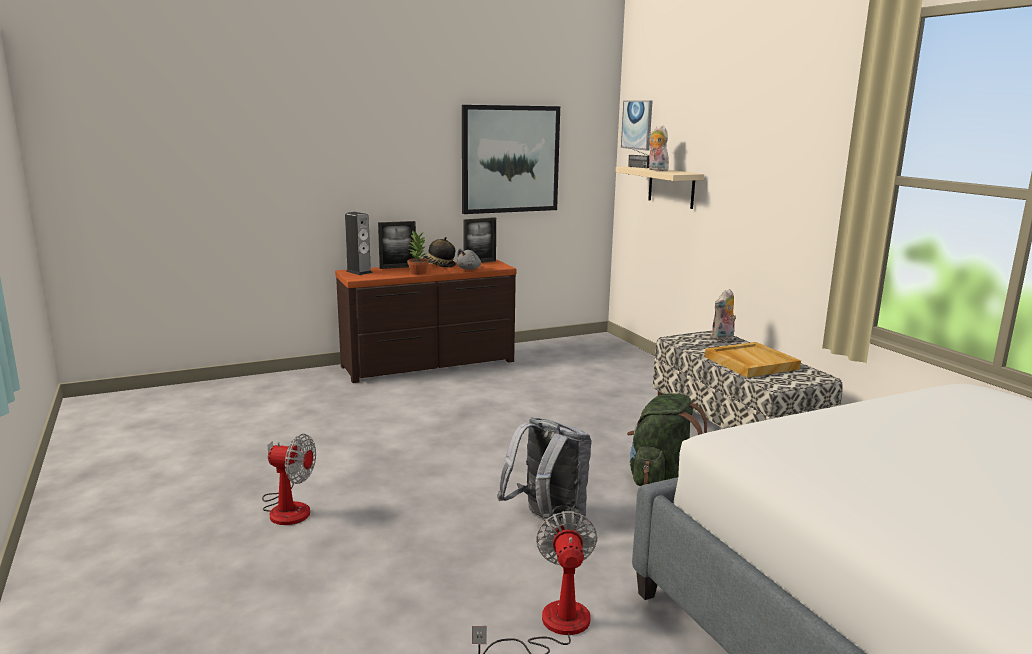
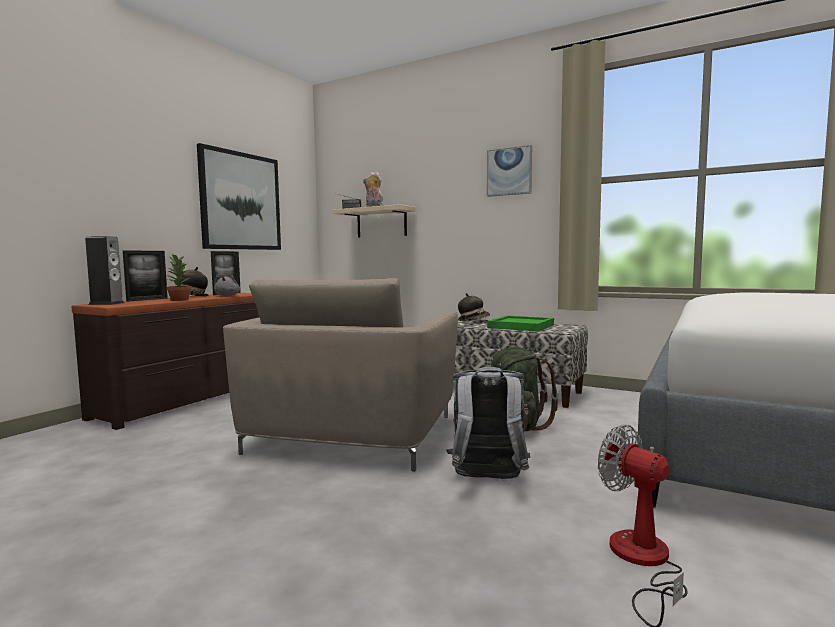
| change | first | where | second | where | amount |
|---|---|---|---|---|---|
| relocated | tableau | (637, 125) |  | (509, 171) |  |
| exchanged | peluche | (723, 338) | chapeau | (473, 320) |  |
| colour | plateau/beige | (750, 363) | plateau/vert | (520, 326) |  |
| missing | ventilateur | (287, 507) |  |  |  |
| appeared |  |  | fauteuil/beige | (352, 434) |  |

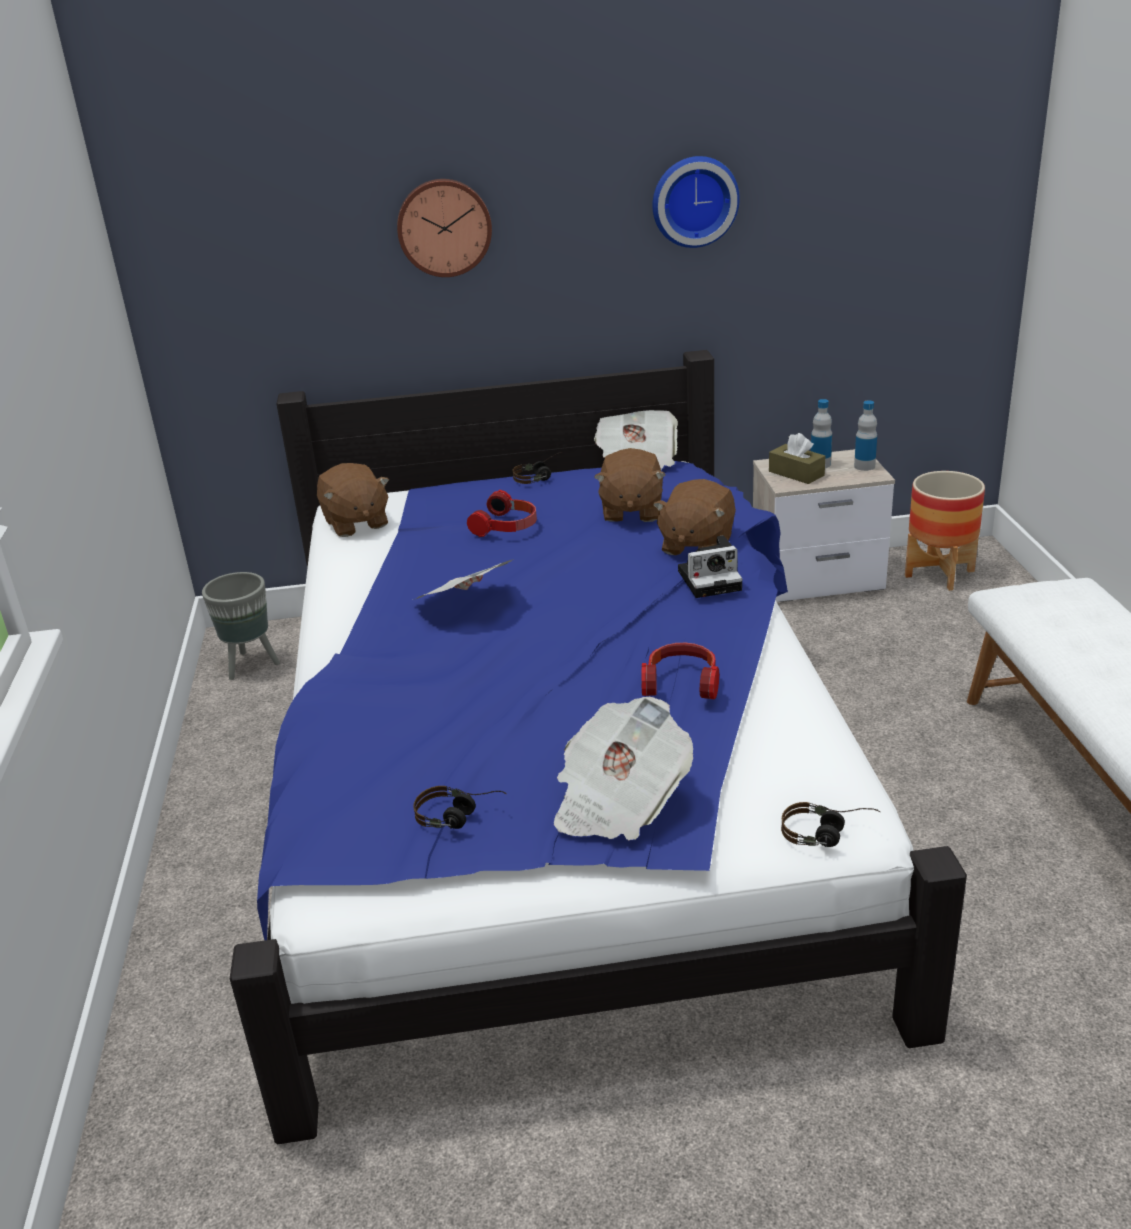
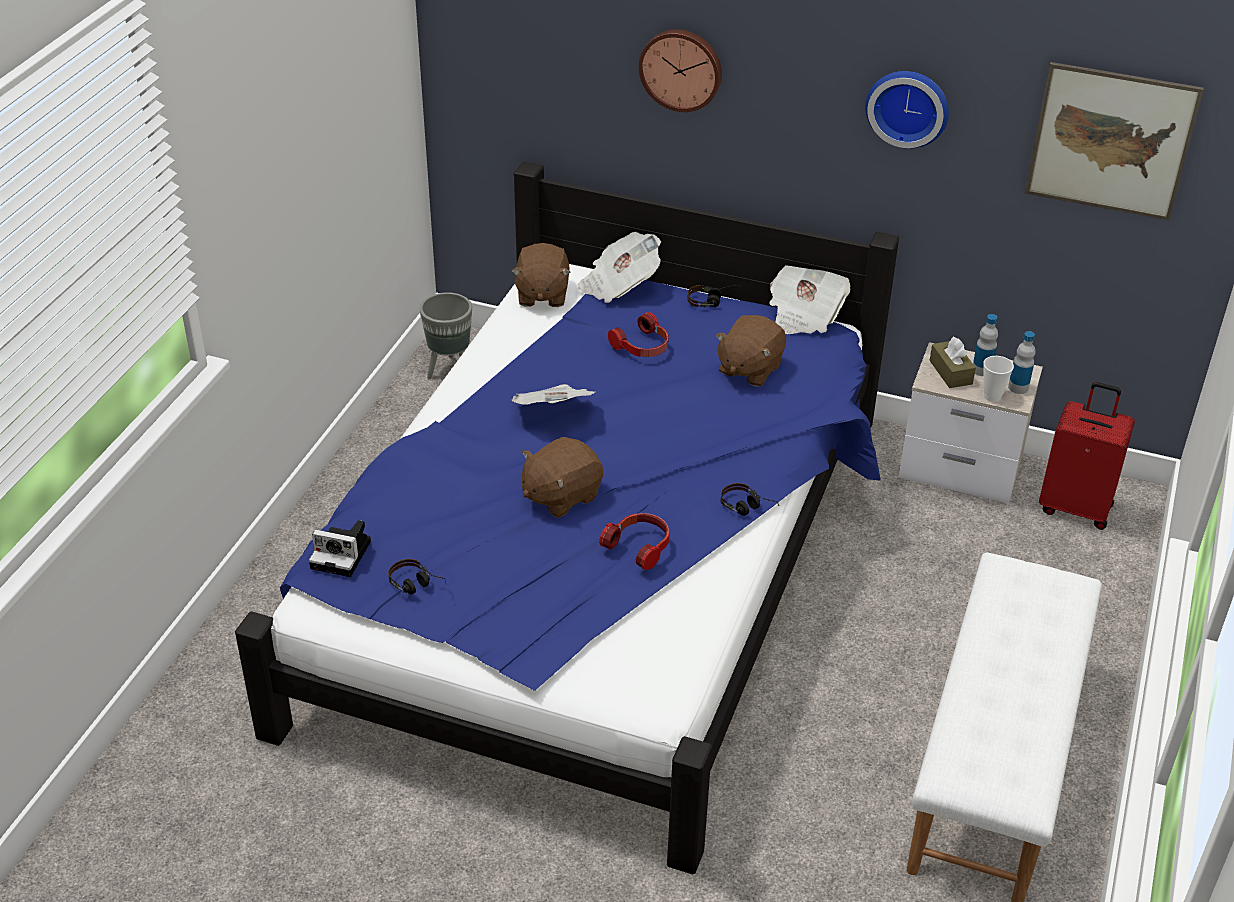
| change | first | where | second | where | amount |
|---|---|---|---|---|---|
| exchanged | cache-pot | (939, 573) | valise/rouge | (1076, 507) |  |
| relocated | peluche/marron | (696, 545) |  | (561, 495) |  |
| relocated | appareil photo | (711, 579) |  | (343, 554) |  |
| relocated | journal | (618, 801) |  | (619, 285) |  |
| relocated | casque audio | (828, 834) |  | (748, 508) |  |
| appeared |  |  | tableau | (1111, 141) |  |
| appeared |  |  | tasse | (992, 396) |  |

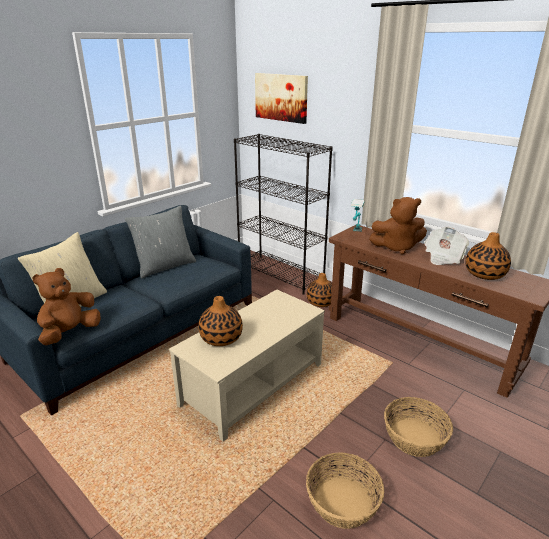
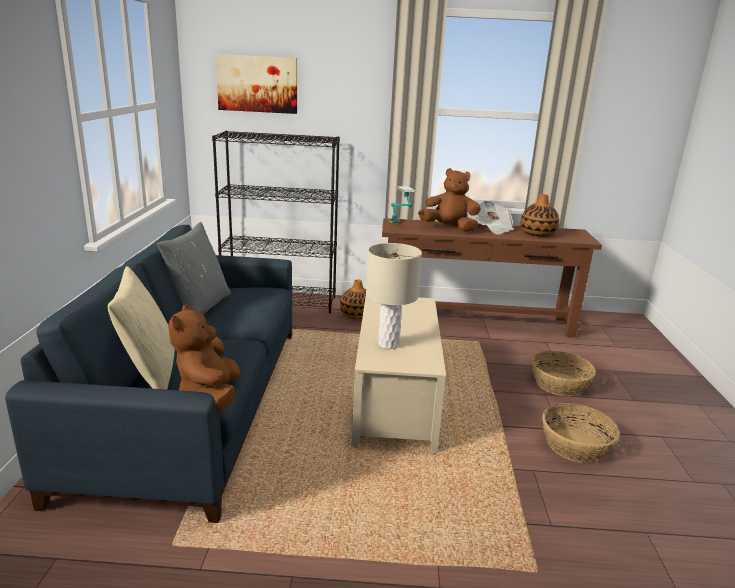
| change | first | where | second | where | amount |
|---|---|---|---|---|---|
| spun | peluche/marron | (397, 247) |  | (449, 228) | 120 degrees counterclockwise |
| exchanged | vase | (221, 338) | lampe de table/beige | (388, 344) |  |

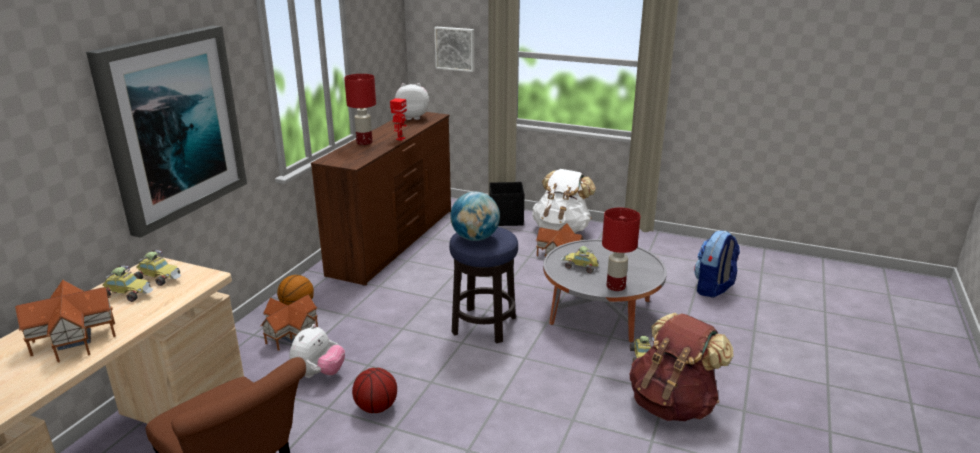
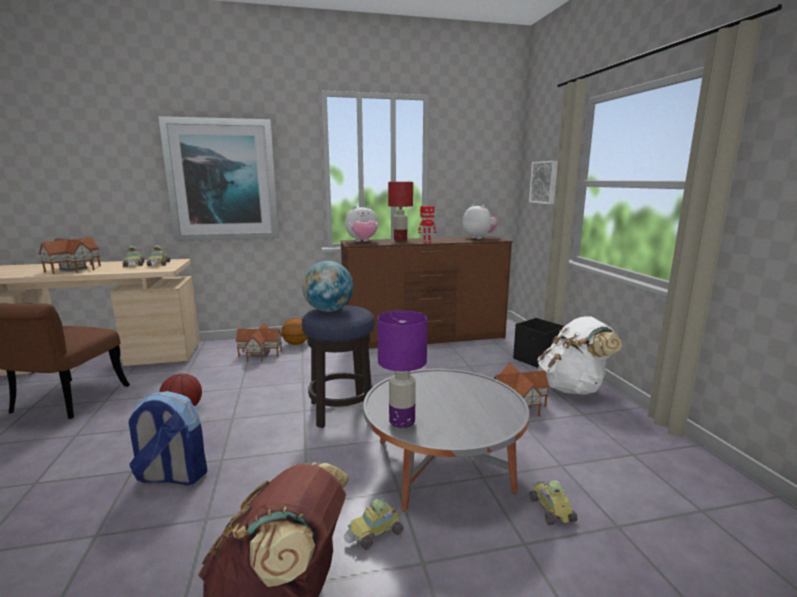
| change | first | where | second | where | amount |
|---|---|---|---|---|---|
| colour | lampe de table/rouge | (616, 286) | lampe de table/violet | (402, 421) |  |
| relocated | sac à dos | (713, 288) |  | (171, 476) |  |
| relocated | petite voiture | (580, 266) |  | (550, 509) |  |
| relocated | peluche | (318, 374) |  | (362, 242) |  |

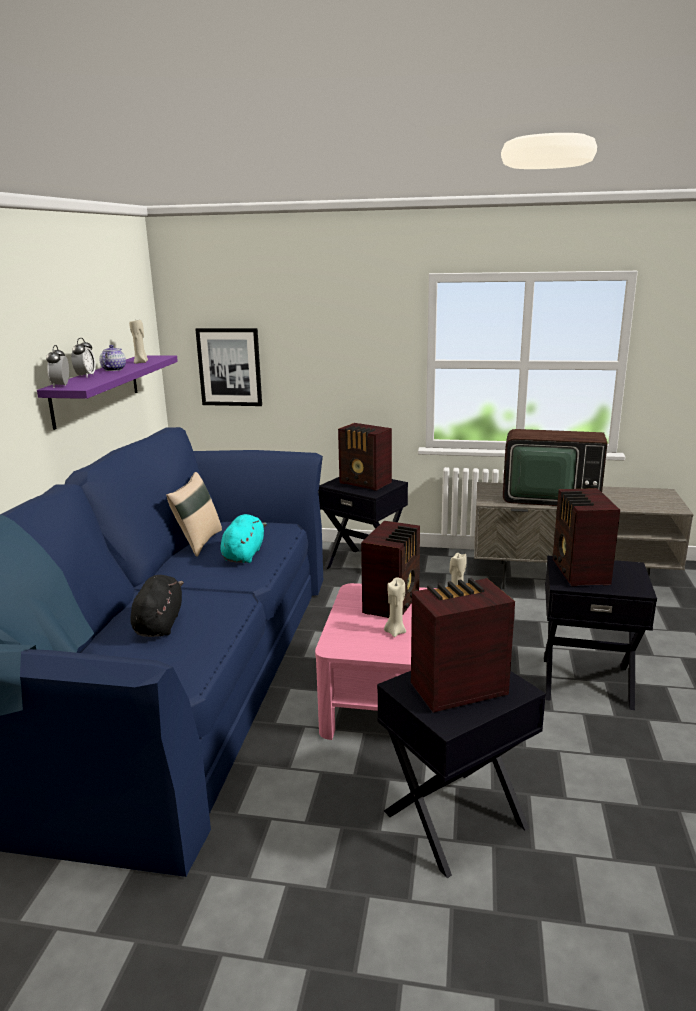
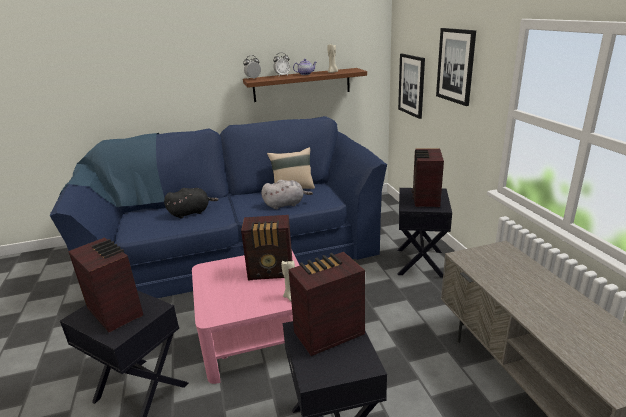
| change | first | where | second | where | amount |
|---|---|---|---|---|---|
| colour | étagère/violet | (96, 389) | étagère/marron | (302, 85) |  |
| missing | téléviseur | (549, 497) |  |  |  |
| colour | peluche/turquoise | (244, 554) | peluche/gris | (285, 204) |  |
| missing | bougie/beige | (395, 632) |  |  |  |
| appeared |  |  | tableau | (455, 66) |  |

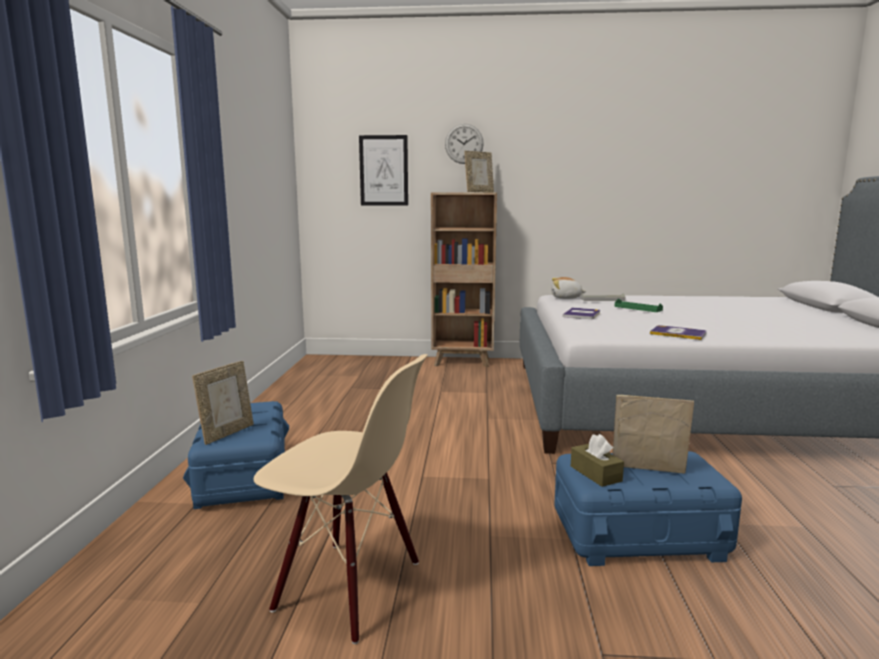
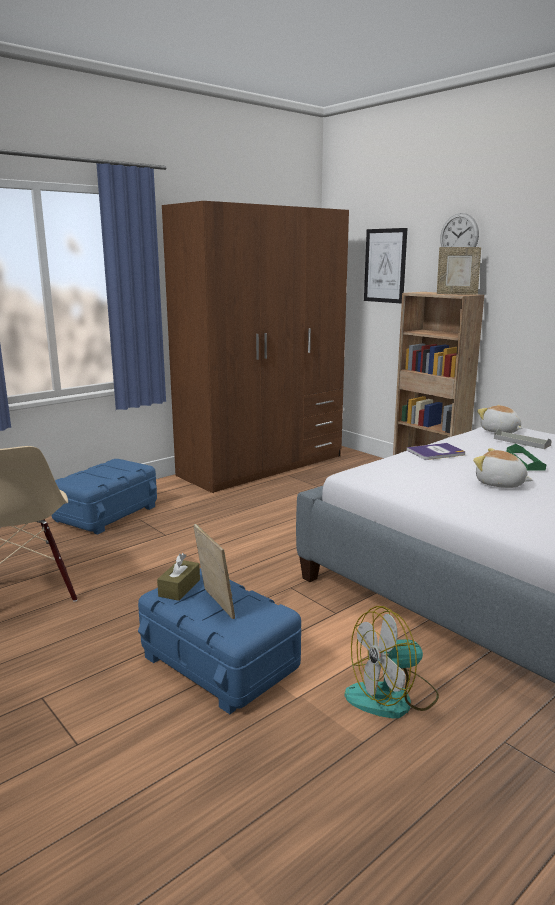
| change | first | where | second | where | amount |
|---|---|---|---|---|---|
| missing | livre | (678, 333) |  |  |  |
| missing | cadre photo | (227, 433) |  |  |  |
| appeared |  |  | armoire/marron | (262, 465) |  |
| appeared |  |  | peluche | (500, 484) |  |
| appeared |  |  | ventilateur | (392, 697) |  |

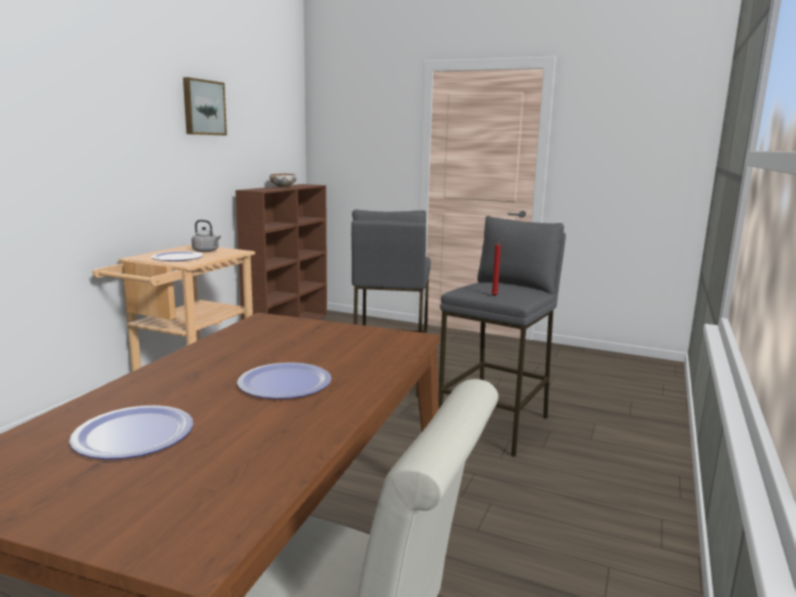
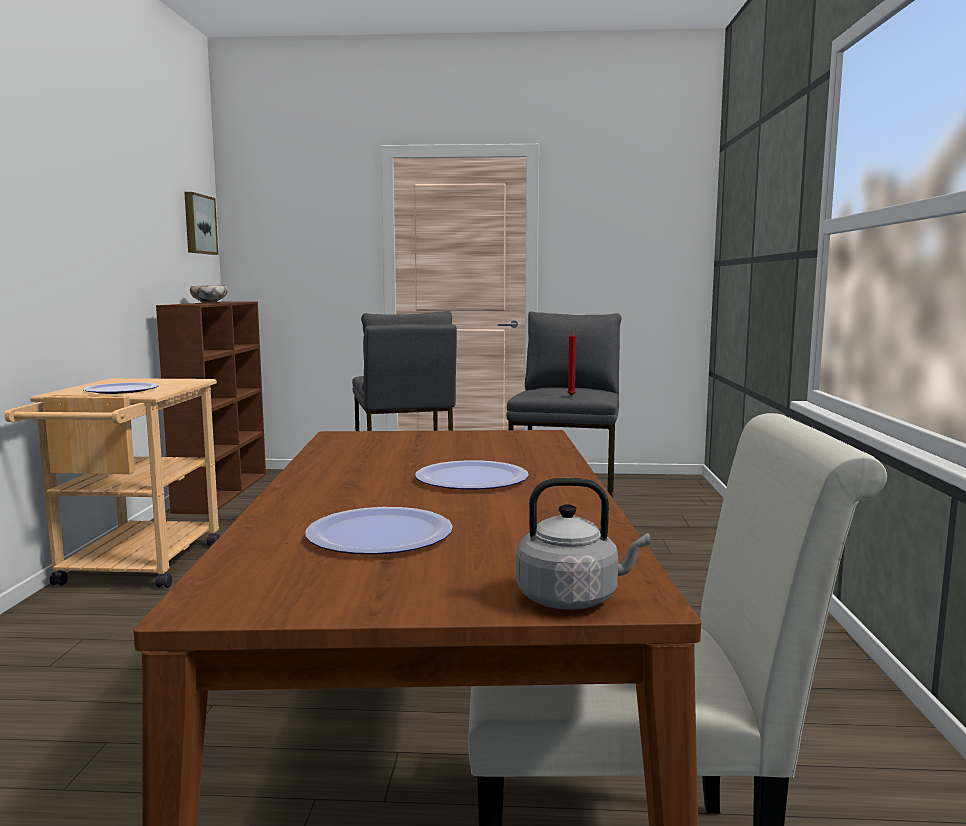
| change | first | where | second | where | amount |
|---|---|---|---|---|---|
| relocated | tableau | (203, 107) |  | (198, 224) |  |
| relocated | bouilloire/gris | (206, 251) |  | (573, 598) |  |

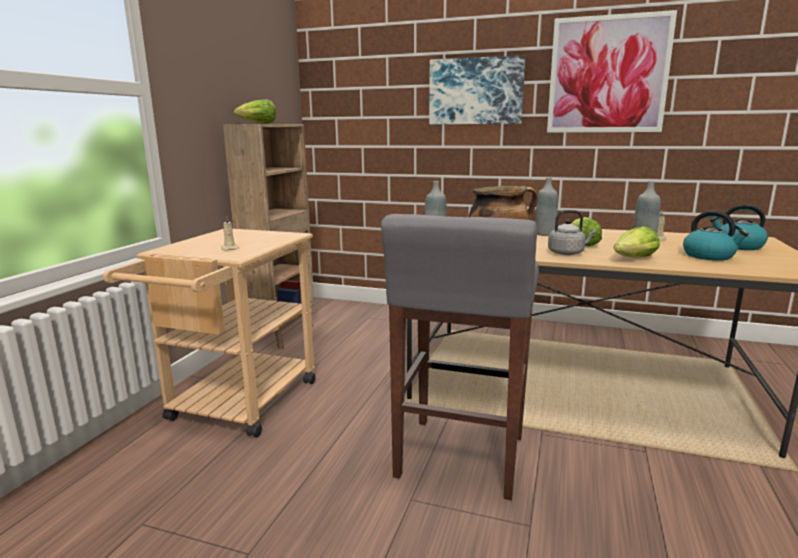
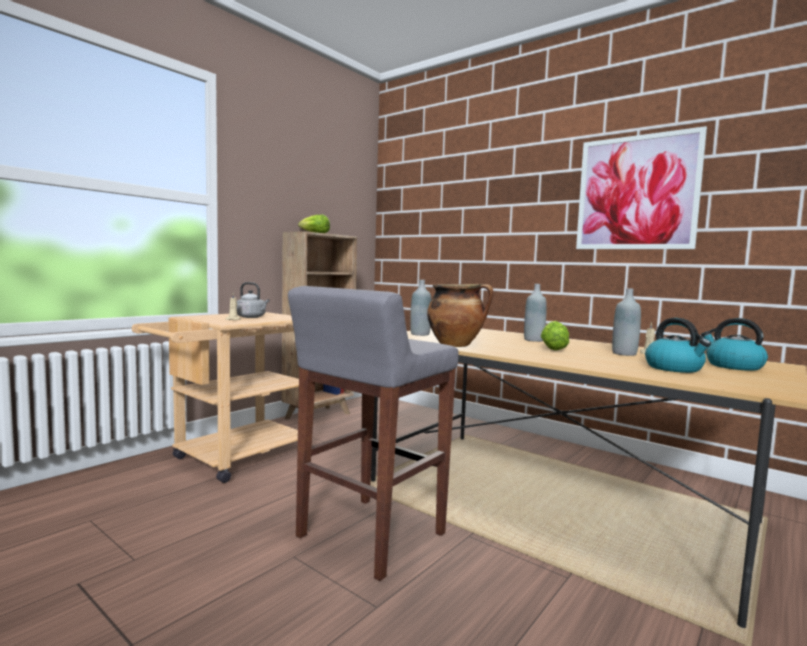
| change | first | where | second | where | amount |
|---|---|---|---|---|---|
| missing | tableau | (476, 91) |  |  |  |
| relocated | bouilloire/gris | (568, 253) |  | (252, 317) |  |
| missing | laitue | (634, 259) |  |  |  |

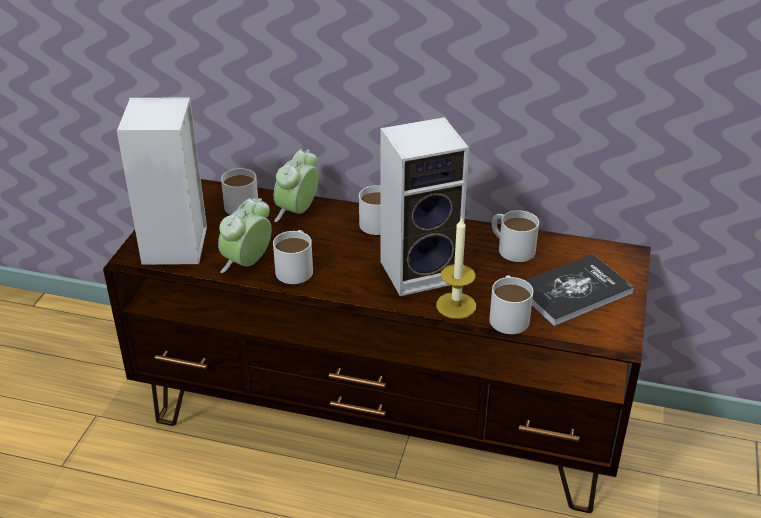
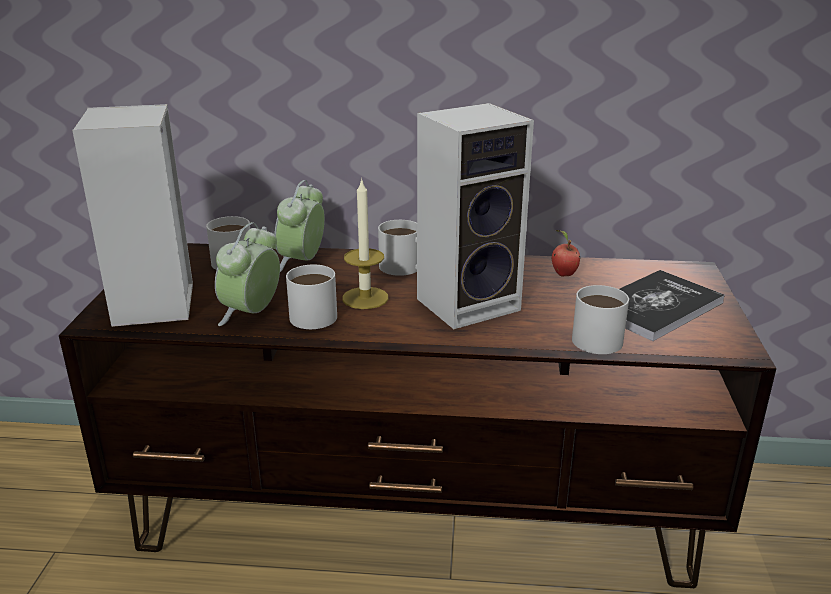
| change | first | where | second | where | amount |
|---|---|---|---|---|---|
| exchanged | mug/blanc | (511, 247) | pomme | (563, 274) |  |
| relocated | bougie | (456, 305) |  | (365, 298) |  |

